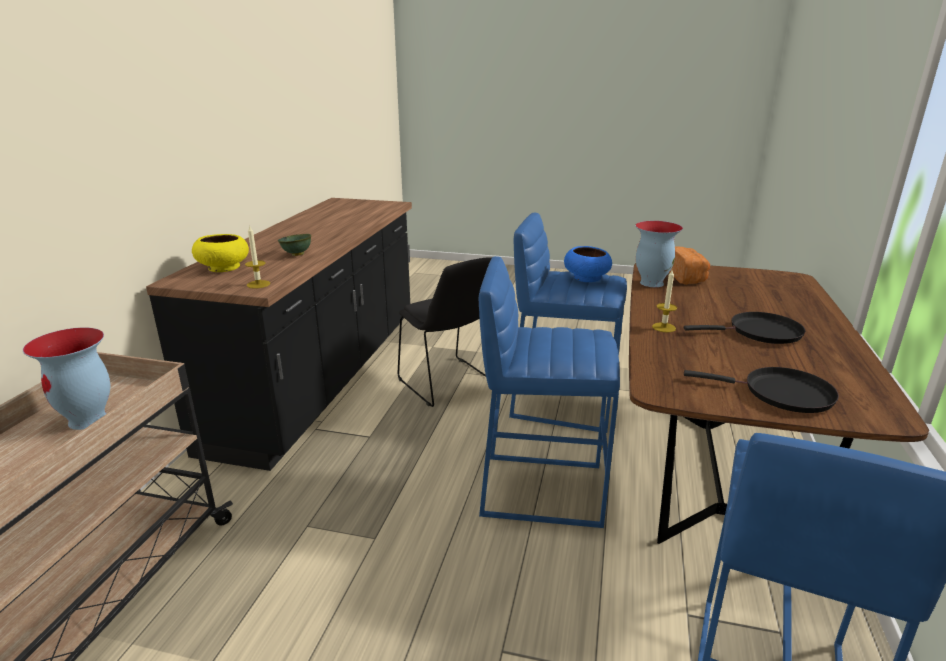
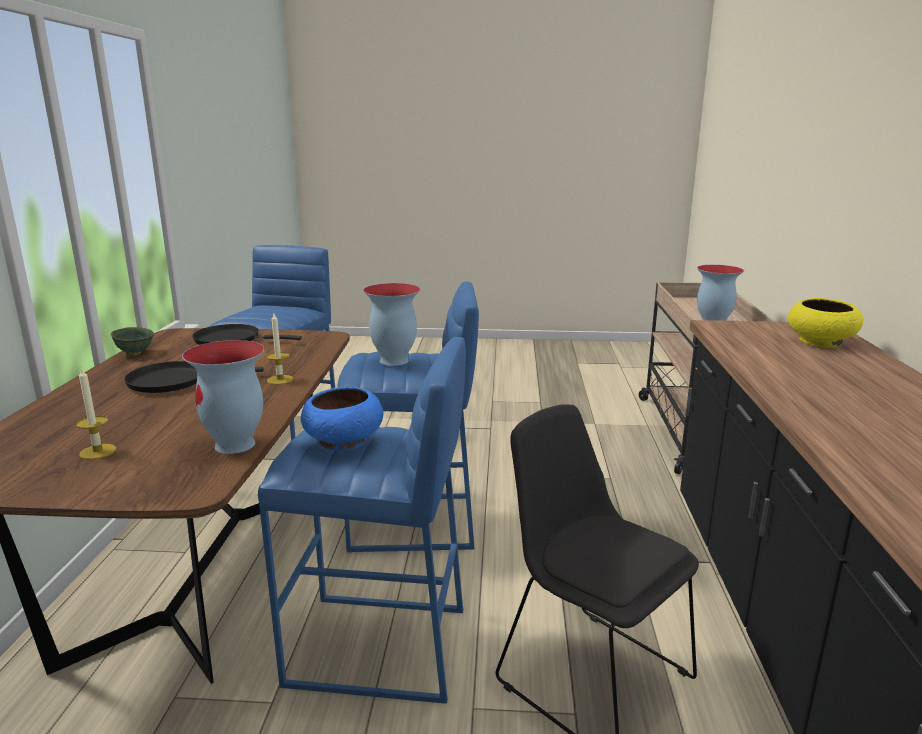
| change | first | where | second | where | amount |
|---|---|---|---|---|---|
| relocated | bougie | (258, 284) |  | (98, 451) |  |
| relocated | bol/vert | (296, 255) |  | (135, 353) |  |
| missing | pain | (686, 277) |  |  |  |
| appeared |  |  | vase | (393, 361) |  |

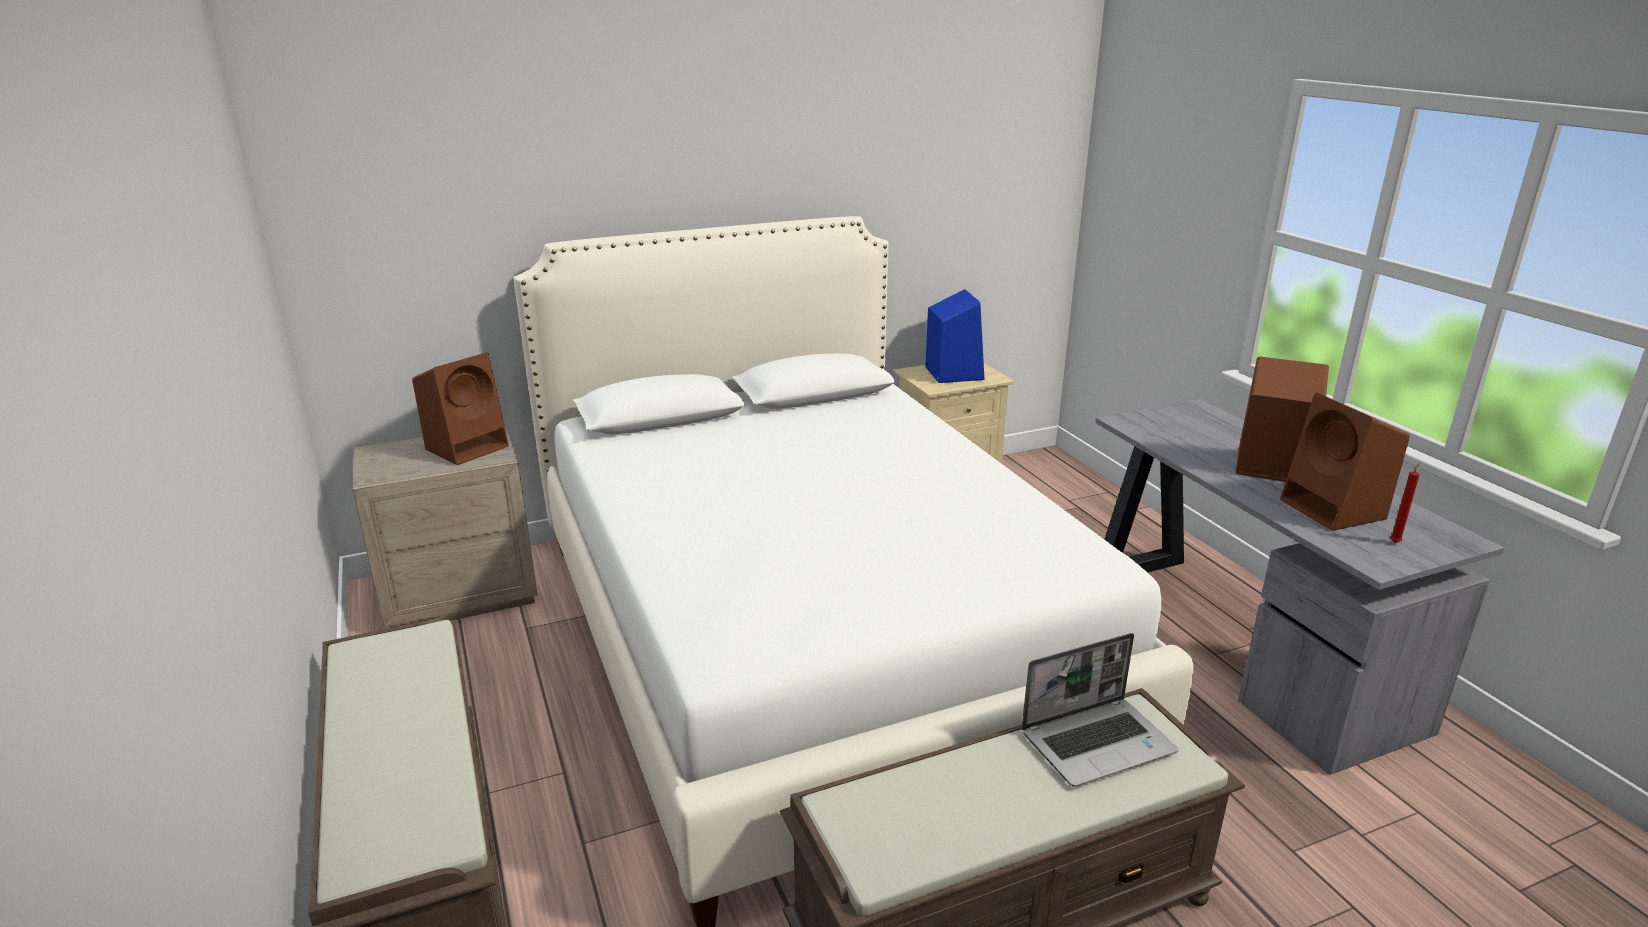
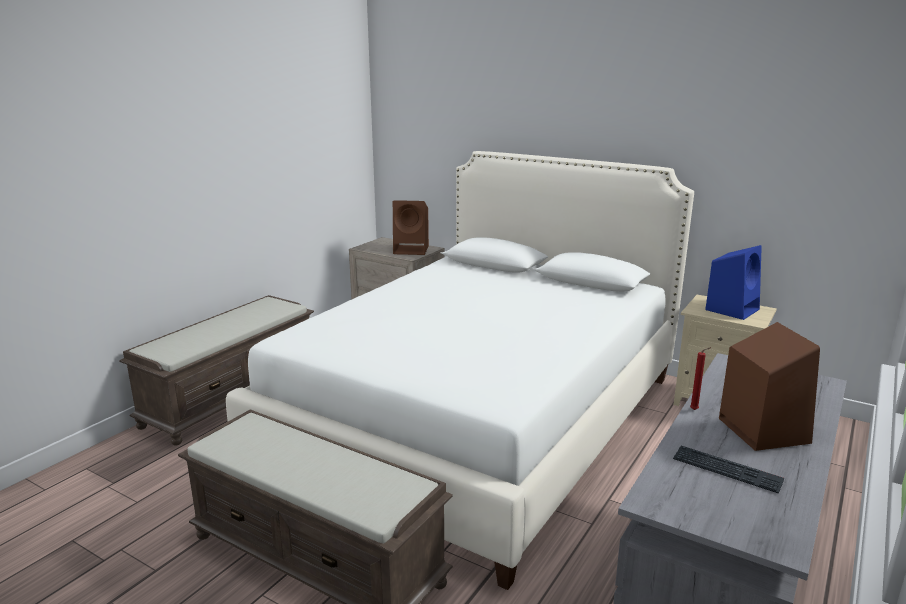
| change | first | where | second | where | amount |
|---|---|---|---|---|---|
| exchanged | enceinte/marron | (1335, 510) | clavier | (726, 470) |  |
| relocated | bougie/rouge | (1395, 542) |  | (695, 410) |  |
| missing | ordinateur portable | (1098, 742) |  |  |  |

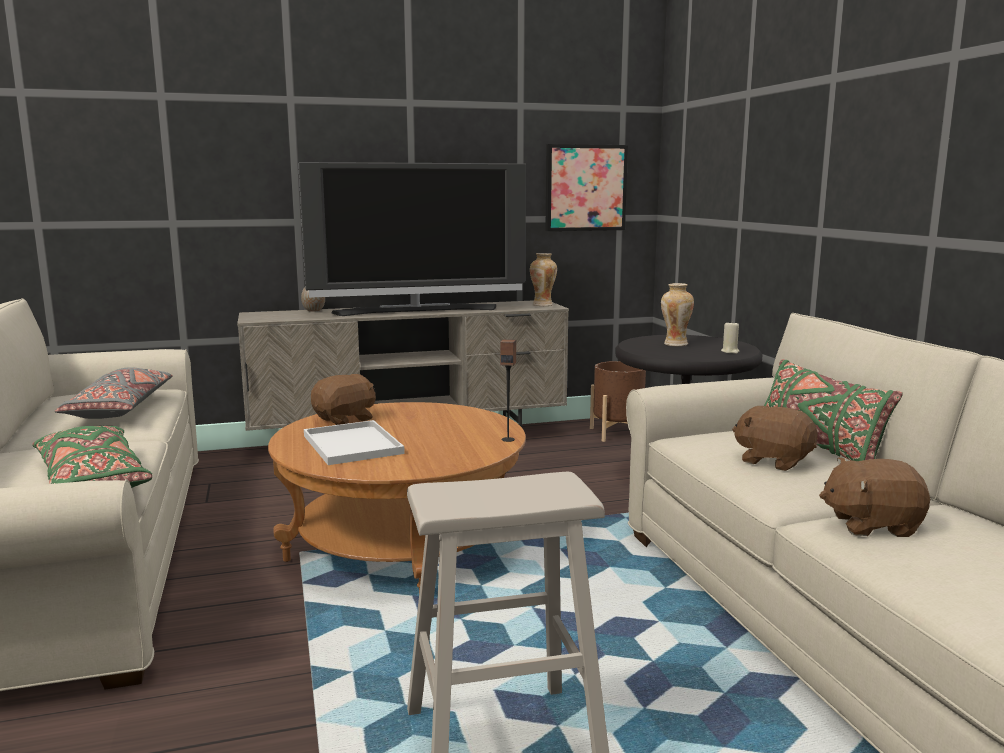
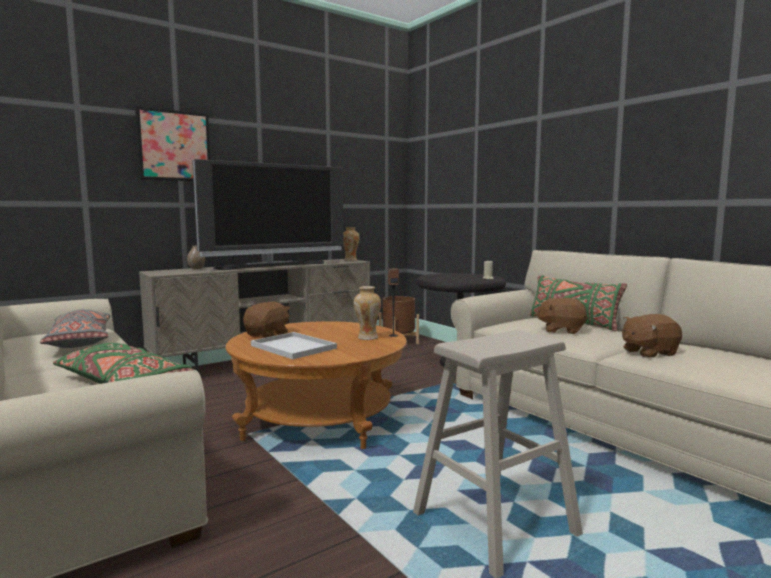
| change | first | where | second | where | amount |
|---|---|---|---|---|---|
| relocated | tableau | (585, 188) |  | (174, 146) |  |
| relocated | vase | (675, 344) |  | (367, 338) |  |

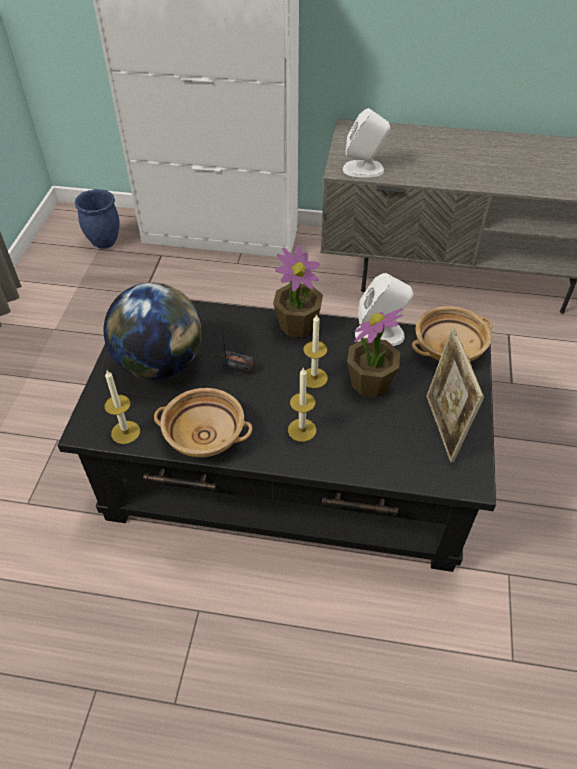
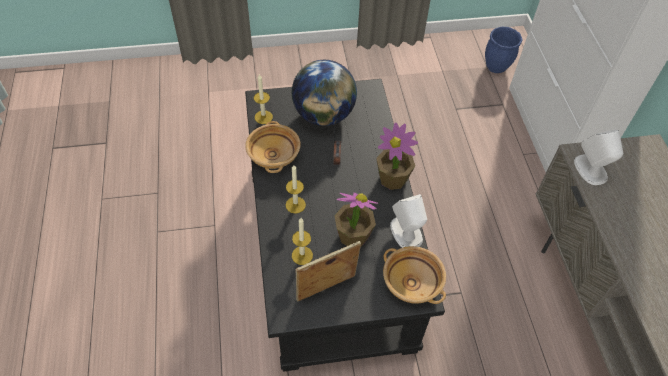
| change | first | where | second | where | amount |
|---|---|---|---|---|---|
| relocated | bougie | (314, 378) |  | (302, 255) |  |

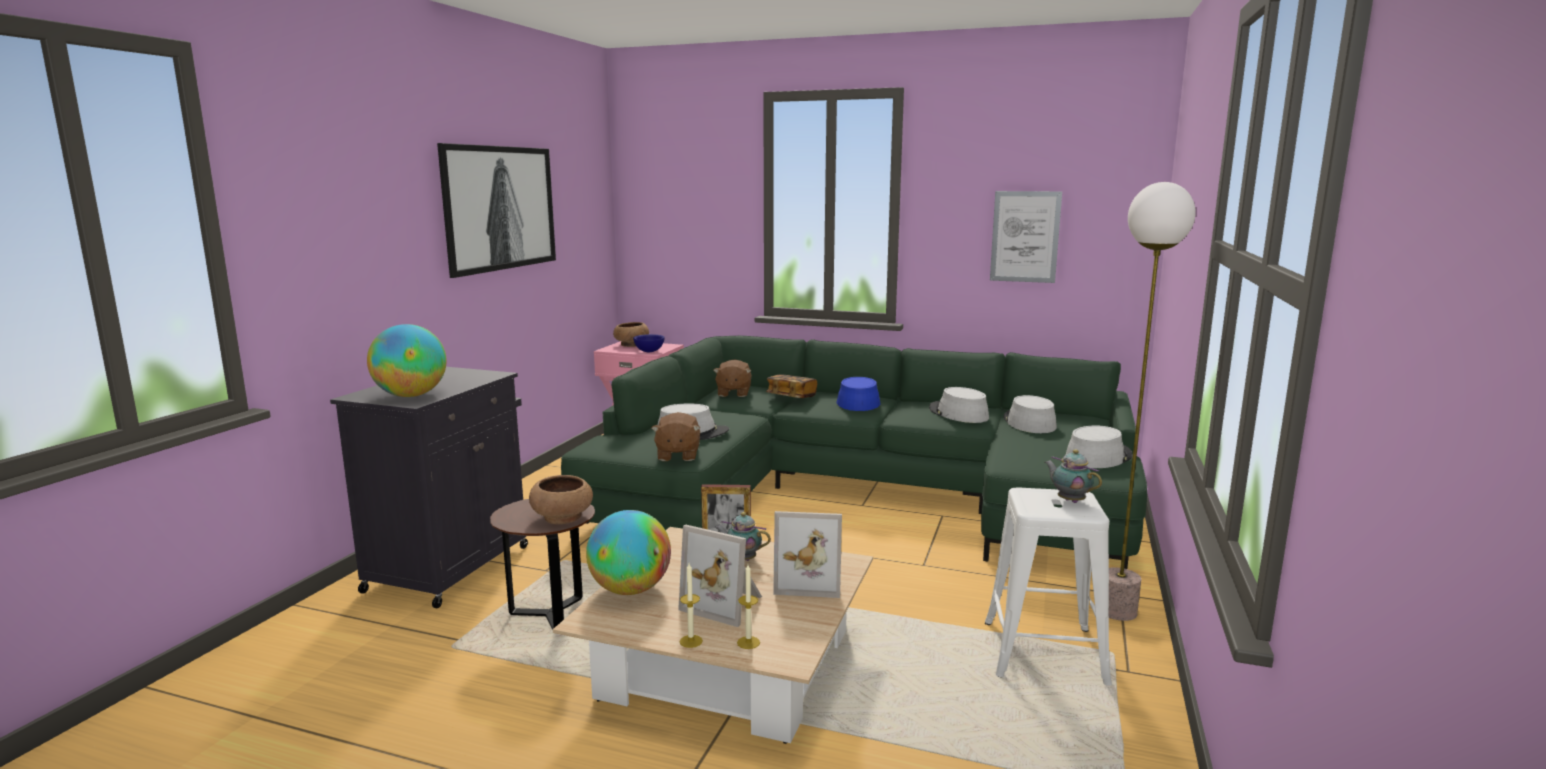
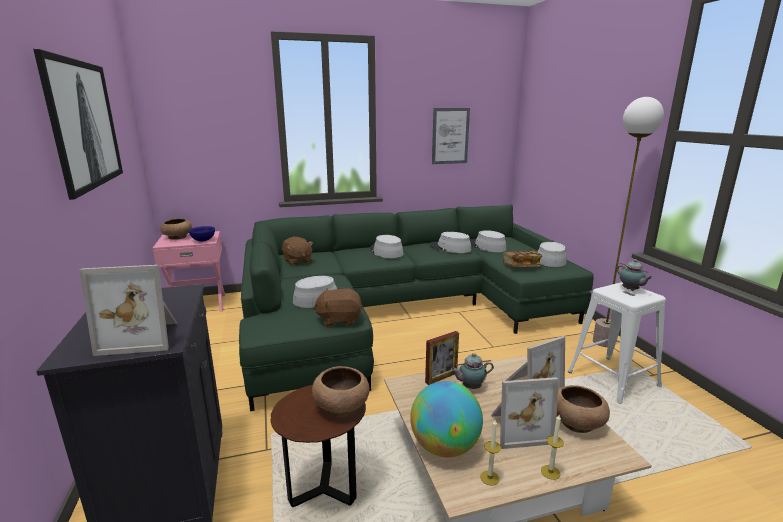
| change | first | where | second | where | amount |
|---|---|---|---|---|---|
| exchanged | globe | (411, 395) | cadre photo | (143, 337) |  |
| relocated | livre | (791, 397) |  | (521, 266) |  |
| colour | chapeau/bleu | (858, 402) | chapeau/gris | (386, 252) |  |
| spun | peluche/marron | (677, 455) |  | (339, 320) | 120 degrees clockwise |
| spun | théière | (1069, 500) |  | (631, 290) | 135 degrees counterclockwise |
| relocated | bougie | (748, 642) |  | (489, 478) |  |
| appeared |  |  | bol/marron | (576, 422) |  |

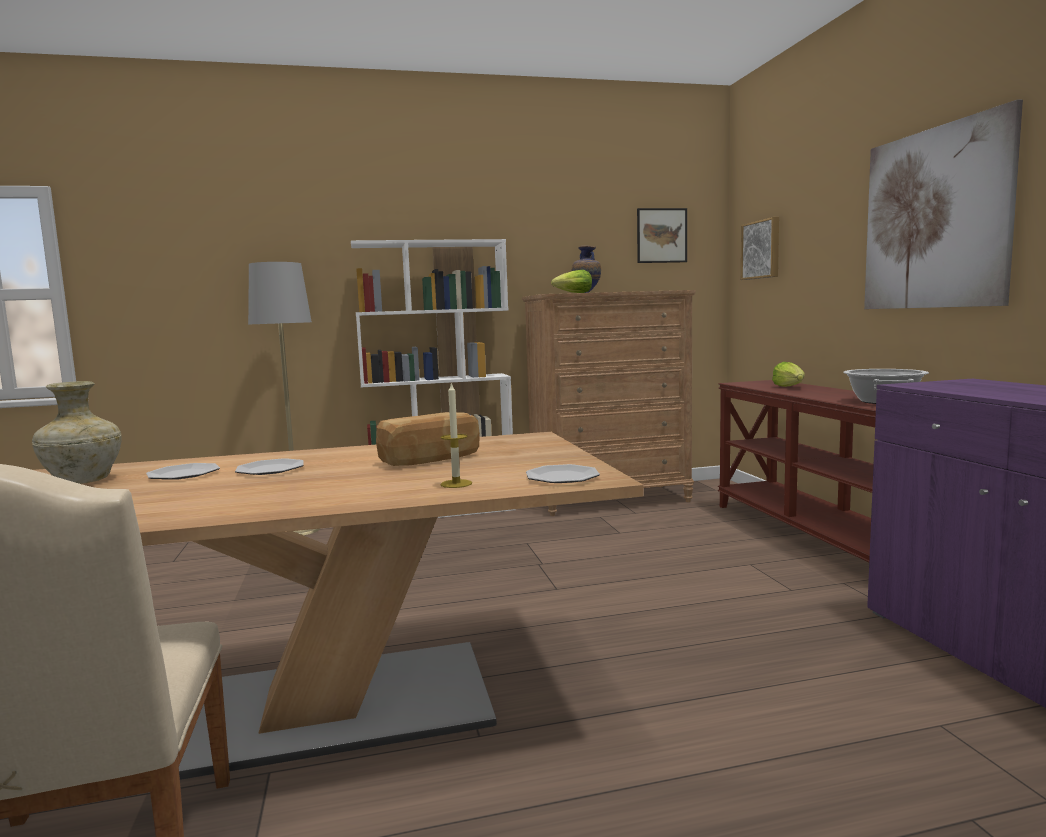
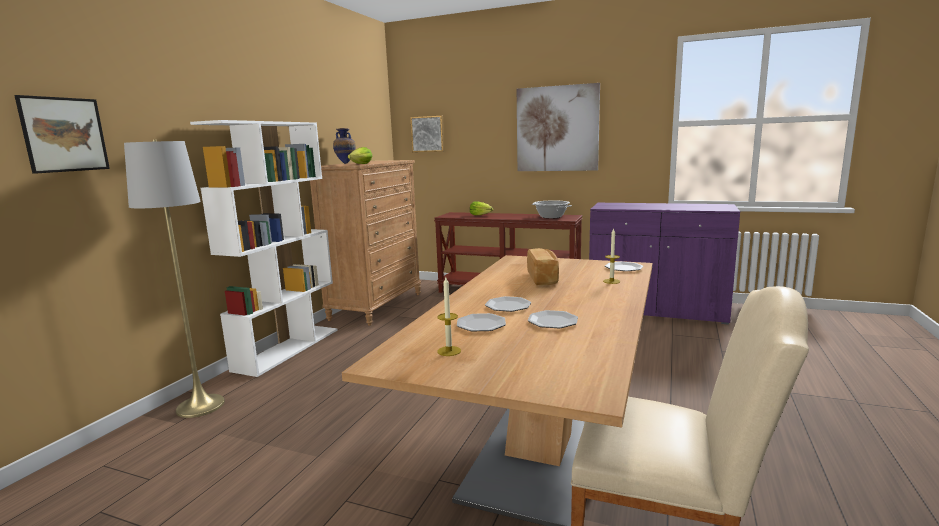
| change | first | where | second | where | amount |
|---|---|---|---|---|---|
| relocated | tableau | (661, 235) |  | (64, 134) |  |
| exchanged | vase/beige | (82, 481) | bougie | (449, 351) |  |
| appeared |  |  | assiette | (553, 321) |  |

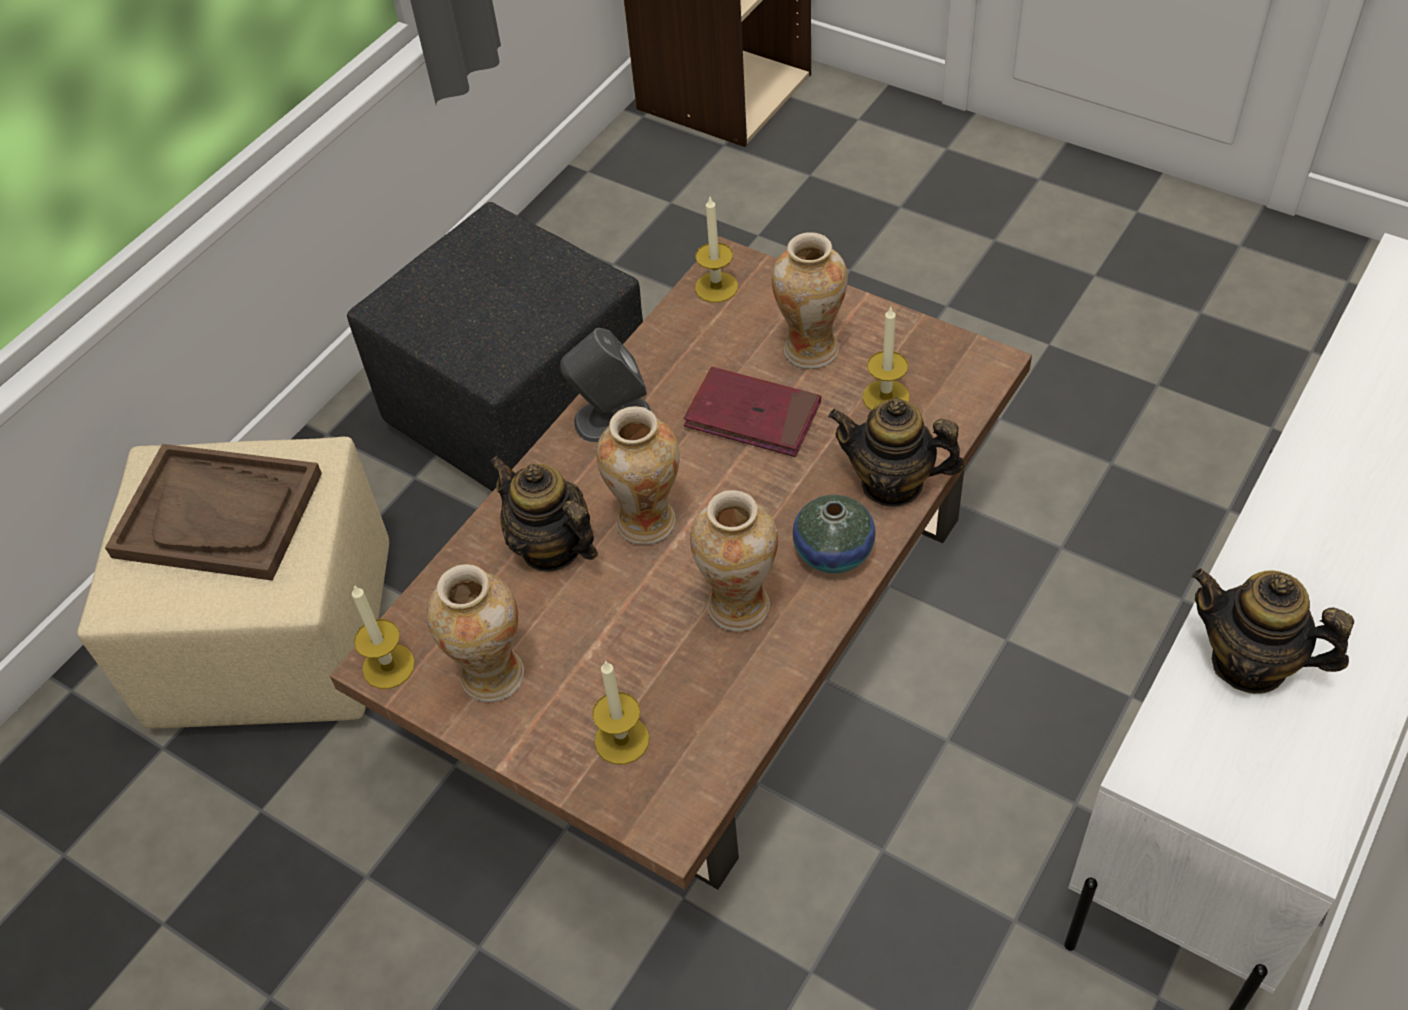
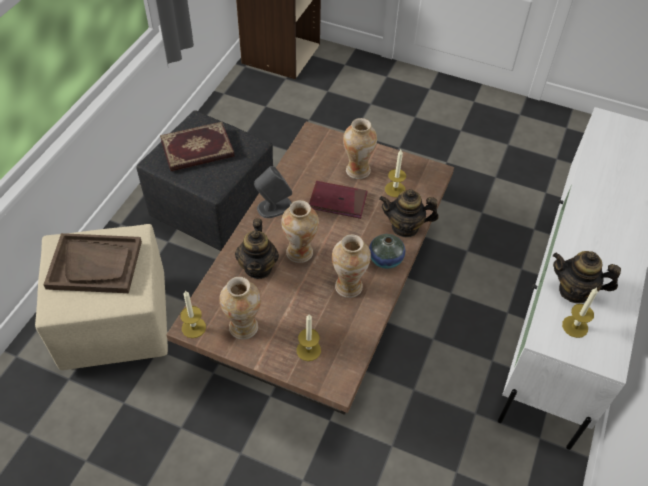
| change | first | where | second | where | amount |
|---|---|---|---|---|---|
| relocated | bougie | (716, 287) |  | (575, 326) |  |
| spun | théière | (551, 547) |  | (258, 267) | 120 degrees counterclockwise |
| appeared |  |  | livre | (197, 150) |  |

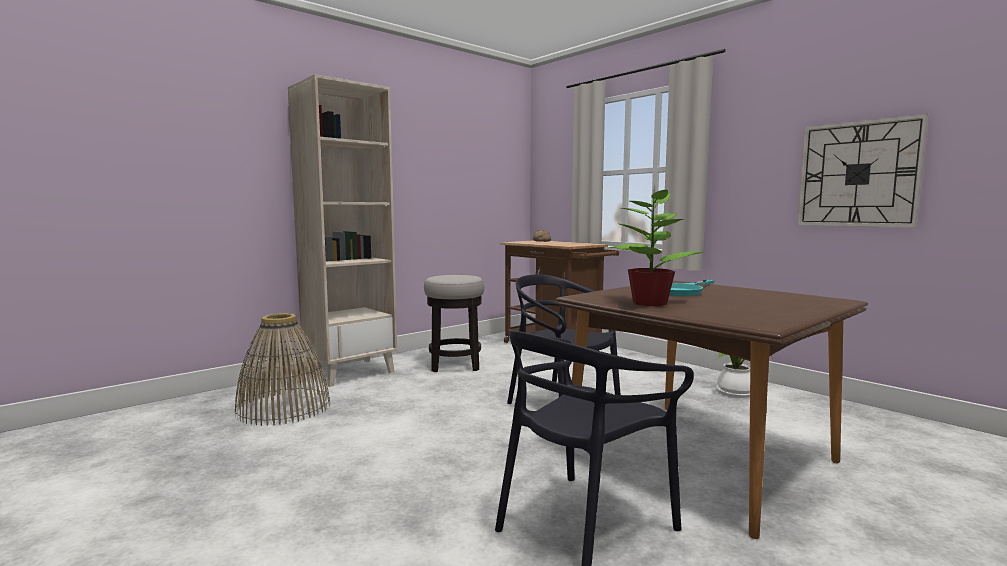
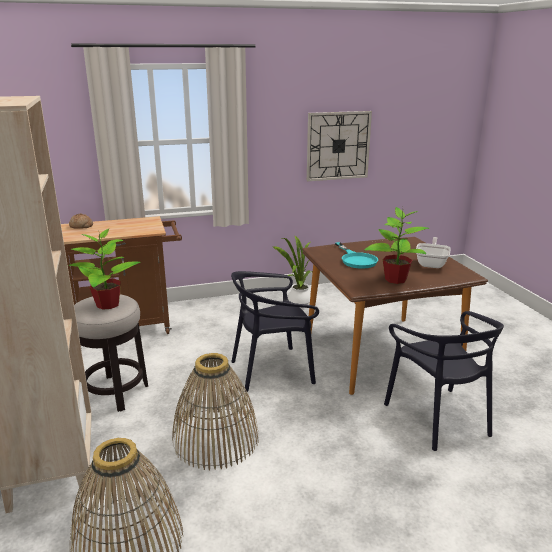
| change | first | where | second | where | amount |
|---|---|---|---|---|---|
| appeared |  |  | plante en pot | (107, 304) |  |
| appeared |  |  | poêle | (431, 263) |  |
| appeared |  |  | panier | (215, 439) |  |

